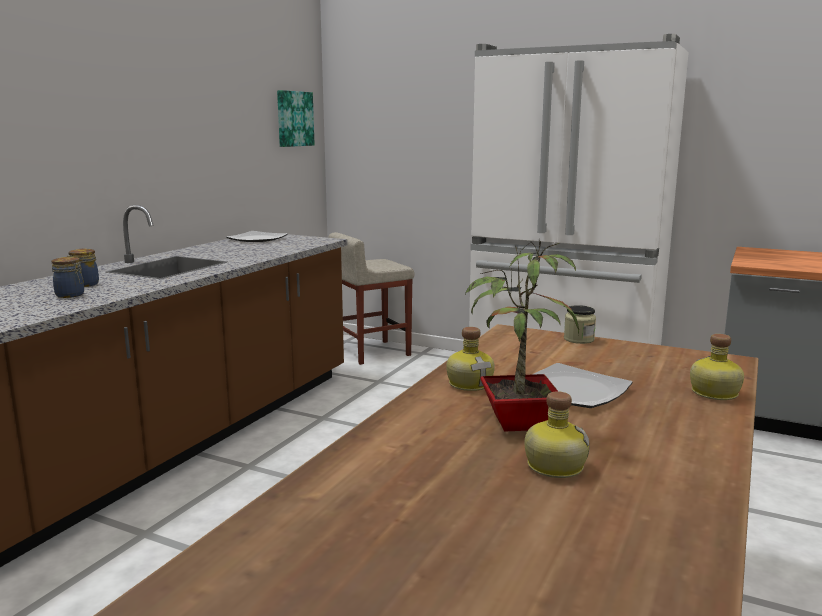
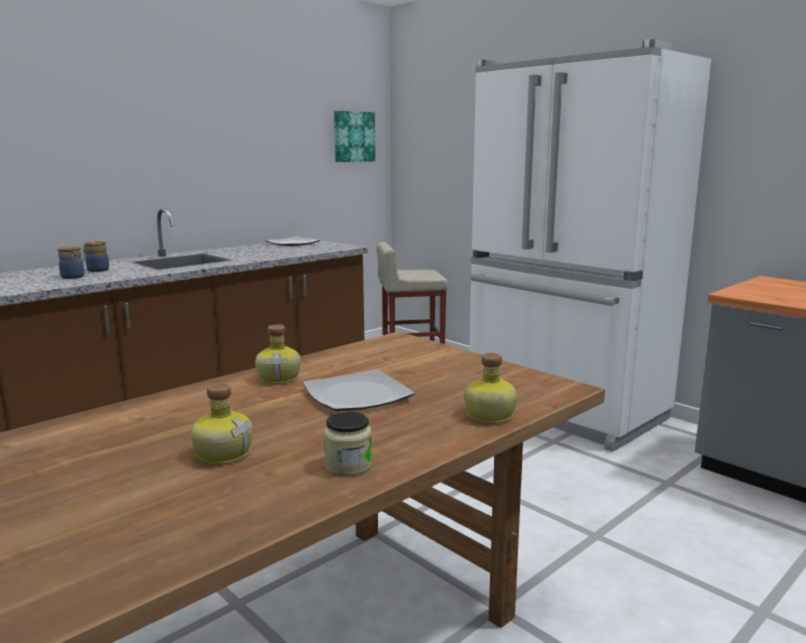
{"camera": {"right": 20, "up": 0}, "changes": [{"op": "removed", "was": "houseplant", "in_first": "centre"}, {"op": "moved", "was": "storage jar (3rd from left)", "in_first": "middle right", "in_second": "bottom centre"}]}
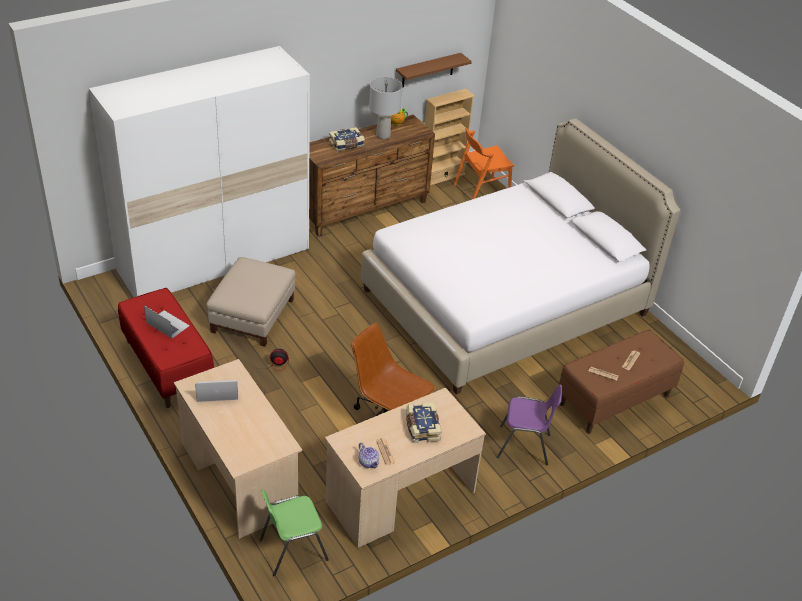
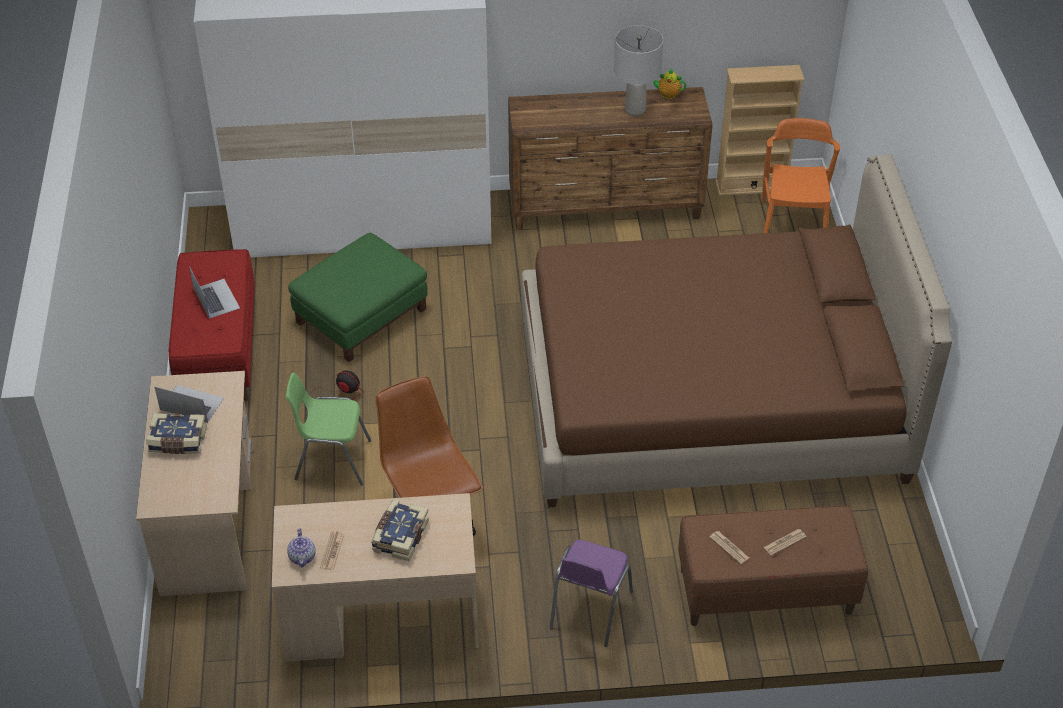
{"camera": {"right": 30, "up": 5}, "changes": [{"op": "removed", "was": "bracket shelf/brown", "in_first": "top centre"}, {"op": "moved", "was": "upright chair/green", "in_first": "bottom centre", "in_second": "middle left"}, {"op": "moved", "was": "volume (1st from left)", "in_first": "top centre", "in_second": "middle left"}, {"op": "recoloured", "was": "footrest/beige", "now": "footrest/green", "in_first": "middle left", "in_second": "centre"}, {"op": "recoloured", "was": "bed/whitish", "now": "bed/brown", "in_first": "centre", "in_second": "middle right"}, {"op": "turned", "was": "upright chair/orangey", "in_first": "top centre", "in_second": "top right", "clockwise": 90}, {"op": "turned", "was": "upright chair/purple", "in_first": "bottom centre", "in_second": "bottom centre", "clockwise": 75}]}
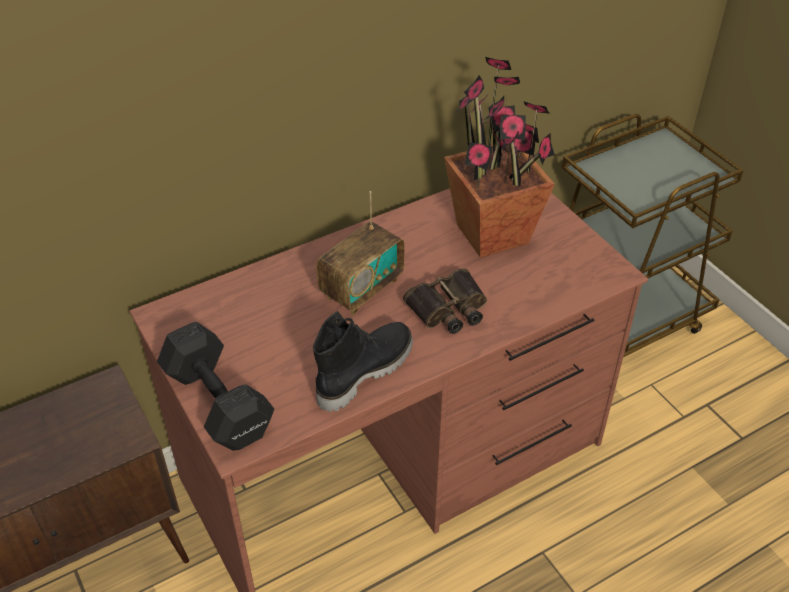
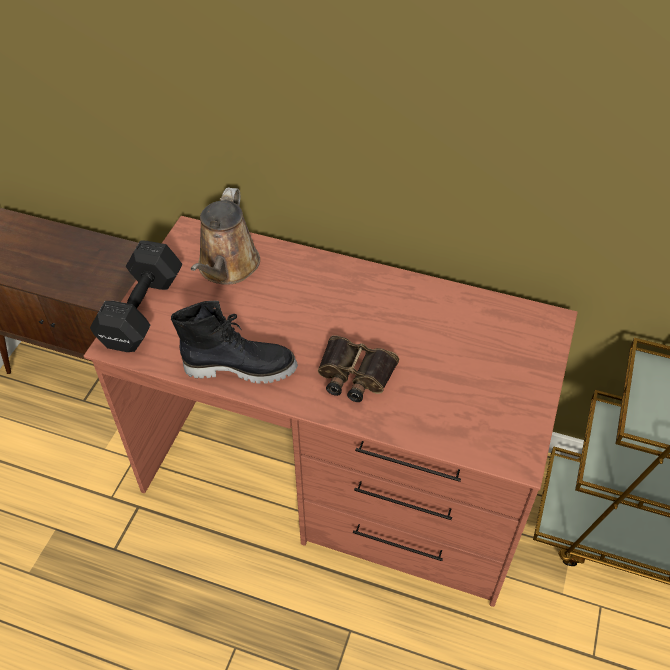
{"camera": {"right": 50, "up": 5}, "changes": [{"op": "removed", "was": "radio", "in_first": "centre"}, {"op": "removed", "was": "houseplant", "in_first": "top centre"}, {"op": "added", "now": "watering pot/brown", "in_second": "centre"}]}
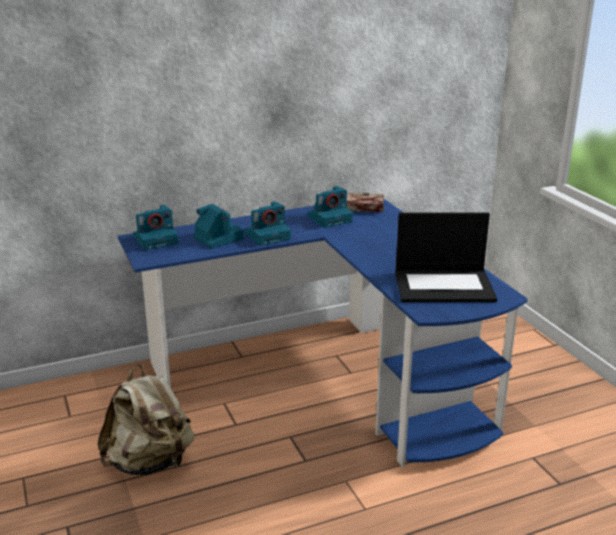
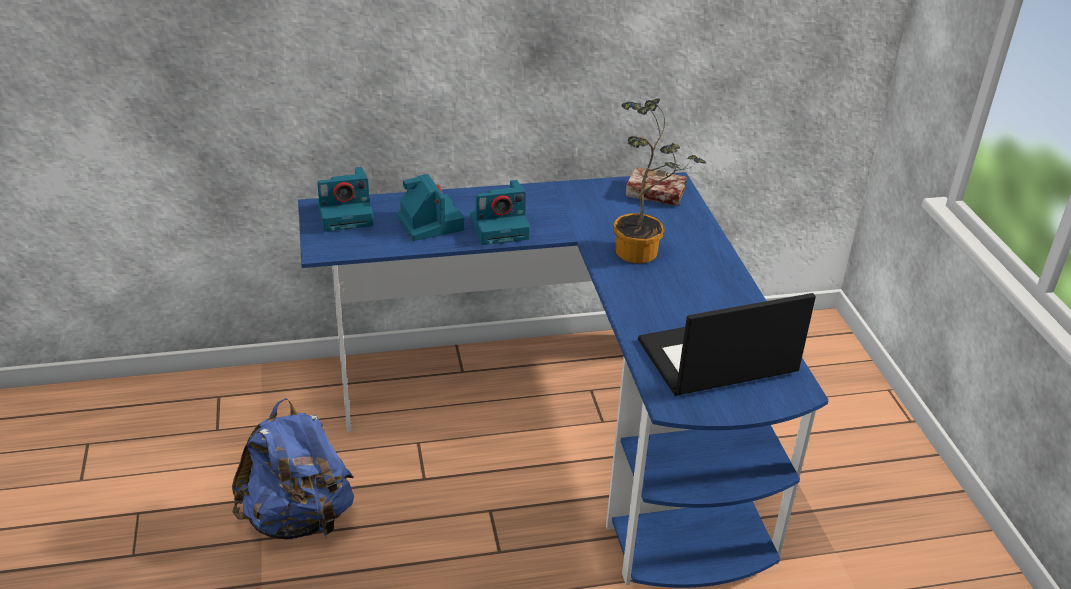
{"camera": {"right": 10, "up": 10}, "changes": [{"op": "removed", "was": "photo camera (4th from left)", "in_first": "centre"}, {"op": "added", "now": "houseplant", "in_second": "top centre"}, {"op": "recoloured", "was": "backpack/beige", "now": "backpack/blue", "in_first": "bottom left", "in_second": "bottom left"}, {"op": "turned", "was": "laptop", "in_first": "middle right", "in_second": "middle right", "clockwise": 150}]}
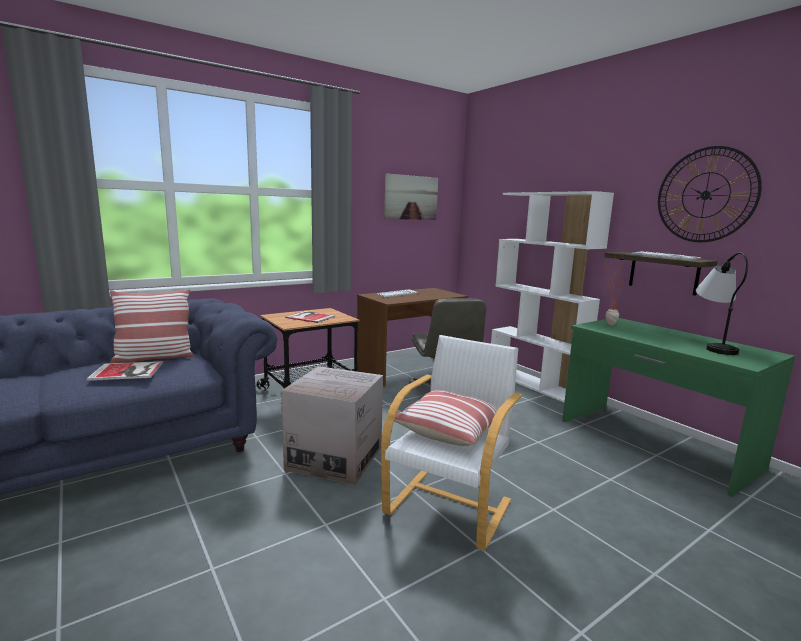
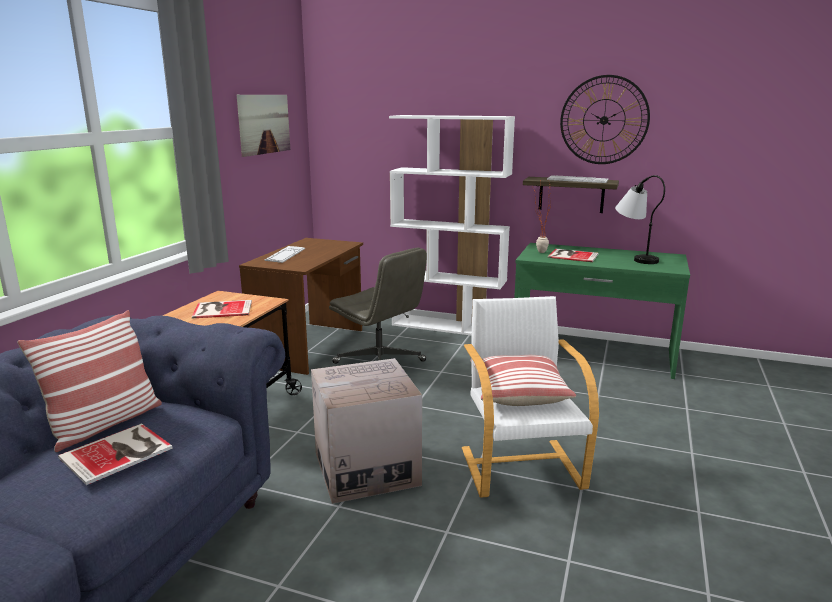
{"camera": {"right": -35, "up": 5}, "changes": [{"op": "added", "now": "volume (3rd from left)", "in_second": "middle right"}]}
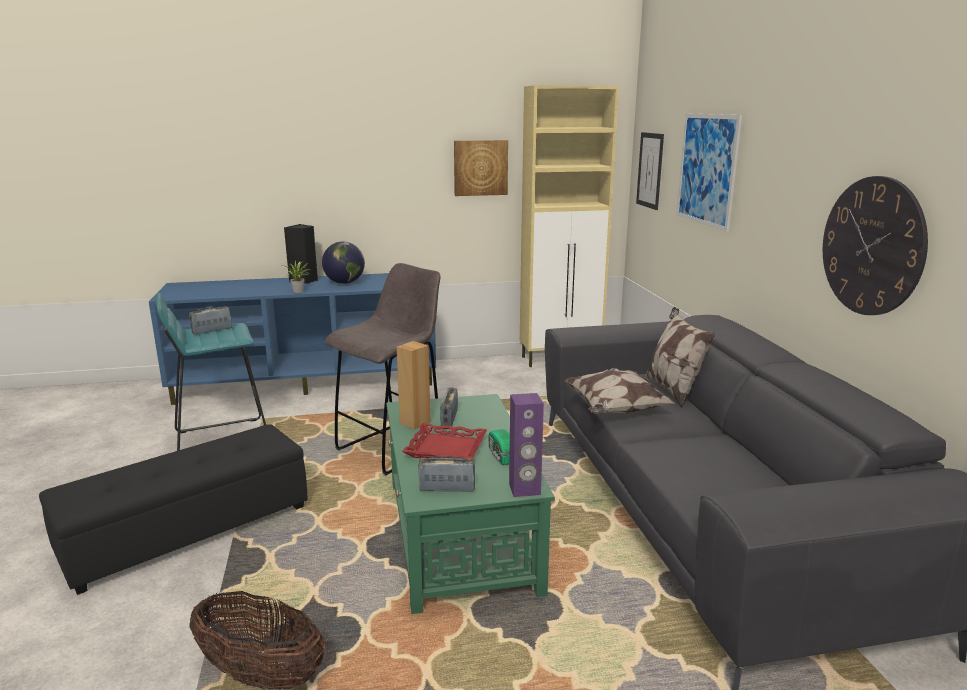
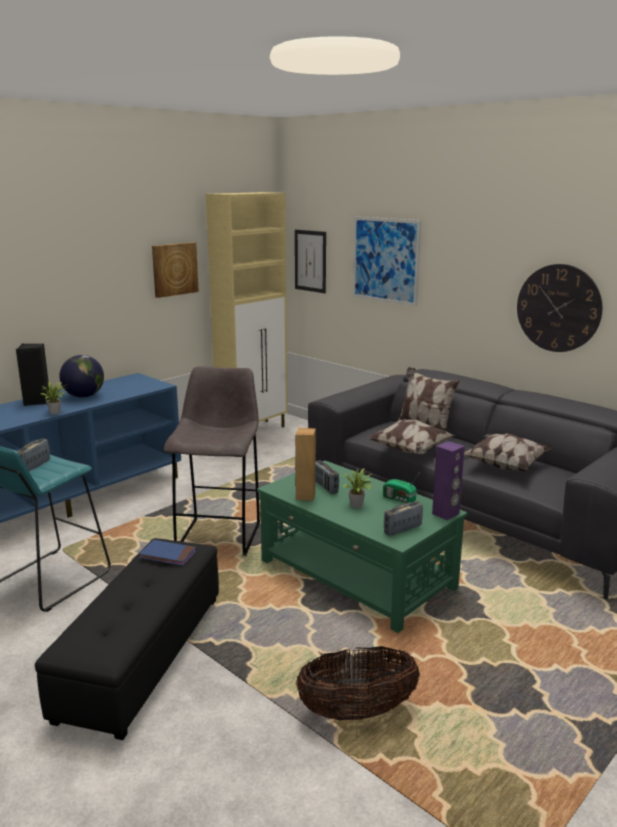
{"camera": {"right": -35, "up": 0}, "changes": [{"op": "added", "now": "volume/blue", "in_second": "bottom left"}, {"op": "added", "now": "throw pillow (3rd from left)", "in_second": "middle right"}, {"op": "replaced", "was": "carrying tray/reddish", "now": "houseplant (2nd from left)", "in_first": "centre", "in_second": "centre"}]}
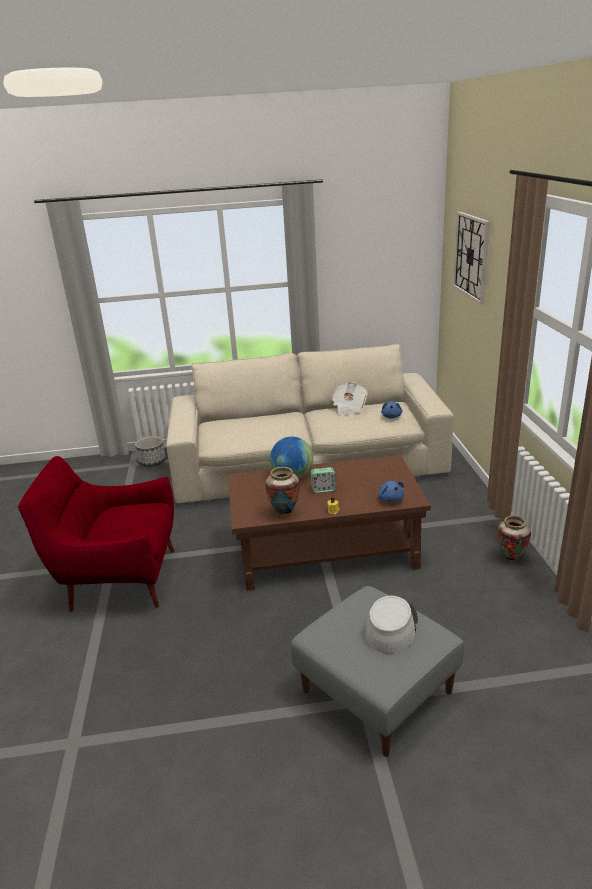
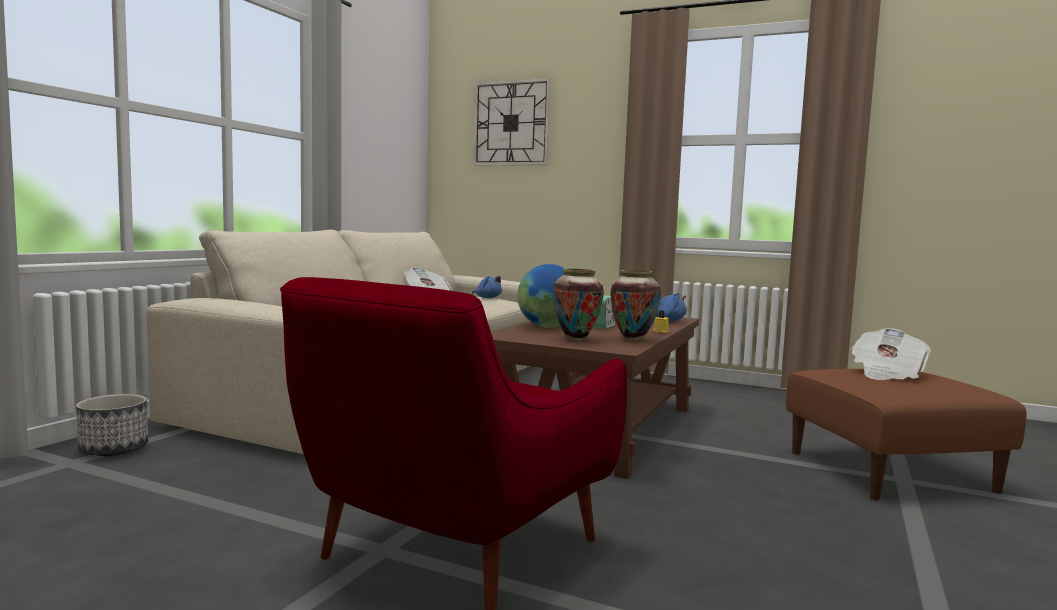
{"camera": {"right": -60, "up": -20}, "changes": [{"op": "moved", "was": "vase (2nd from left in the first image)", "now": "vase (1st from left)", "in_first": "middle right", "in_second": "centre"}, {"op": "replaced", "was": "hat/grey", "now": "daily paper (2nd from left)", "in_first": "bottom centre", "in_second": "middle right"}, {"op": "recoloured", "was": "footrest/grey", "now": "footrest/brown", "in_first": "bottom centre", "in_second": "bottom right"}]}
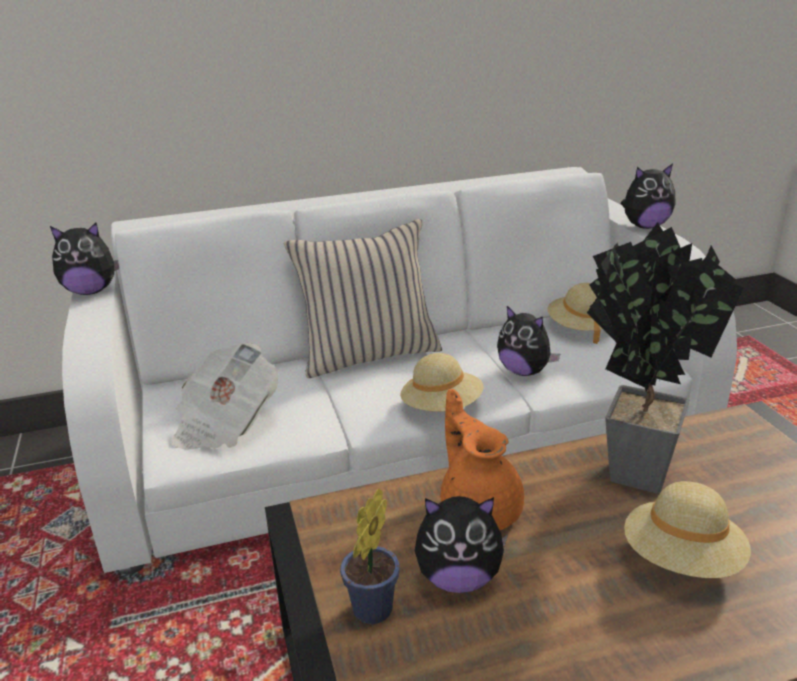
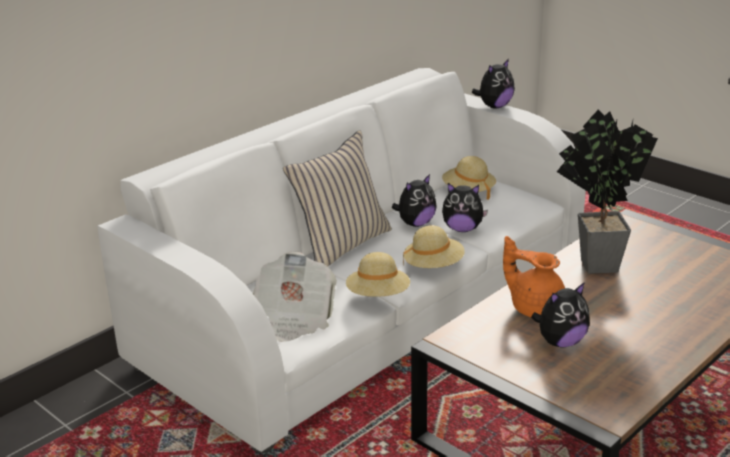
{"camera": {"right": -30, "up": 0}, "changes": [{"op": "removed", "was": "houseplant (1st from left)", "in_first": "bottom centre"}, {"op": "moved", "was": "plush toy (1st from left)", "in_first": "middle left", "in_second": "centre"}, {"op": "moved", "was": "hat/beige (3rd from left in the first image)", "now": "hat/beige (1st from left)", "in_first": "bottom right", "in_second": "centre"}]}
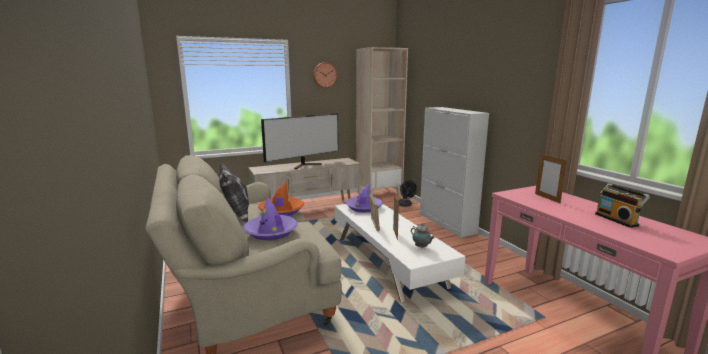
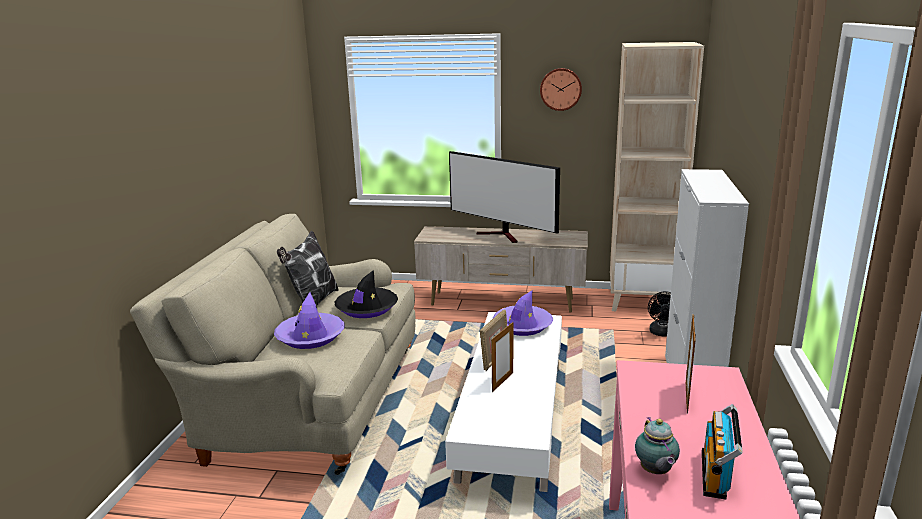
{"camera": {"right": 35, "up": 5}, "changes": [{"op": "moved", "was": "teapot", "in_first": "centre", "in_second": "bottom right"}, {"op": "recoloured", "was": "hat/orangey", "now": "hat/blackish", "in_first": "centre", "in_second": "centre"}, {"op": "turned", "was": "TV", "in_first": "centre", "in_second": "centre", "clockwise": 45}]}
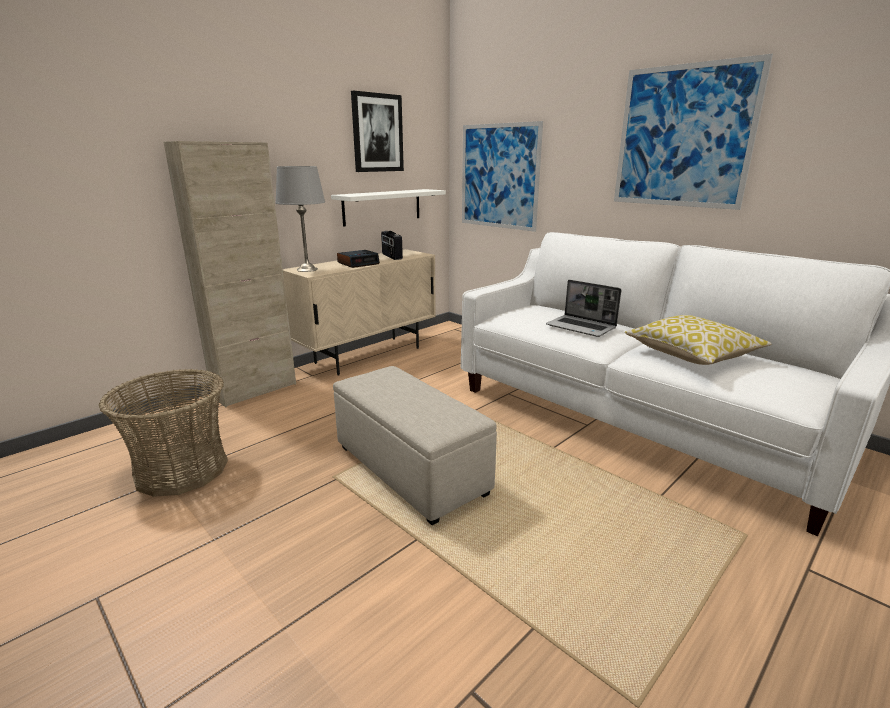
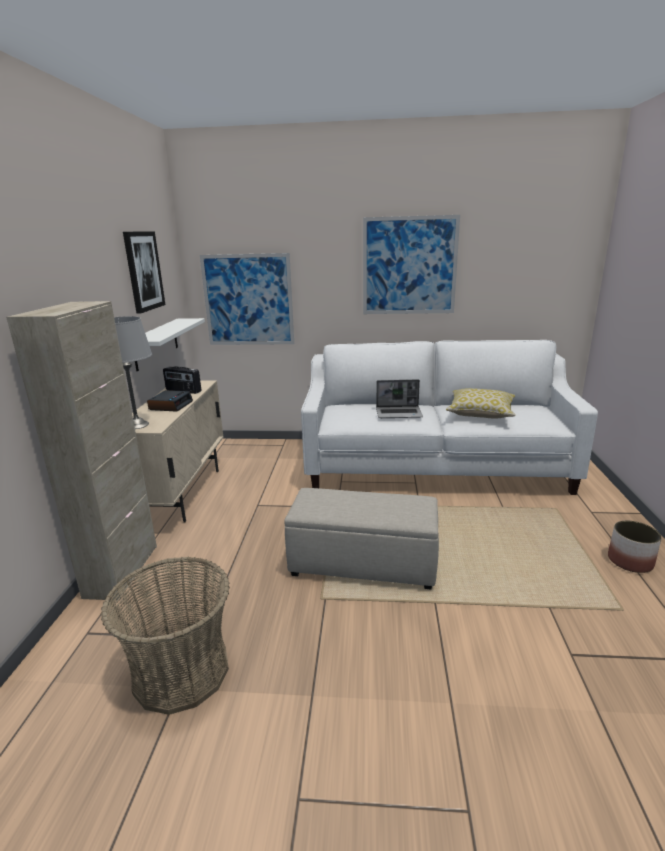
{"camera": {"right": -40, "up": 0}, "changes": [{"op": "added", "now": "planter", "in_second": "middle right"}]}
